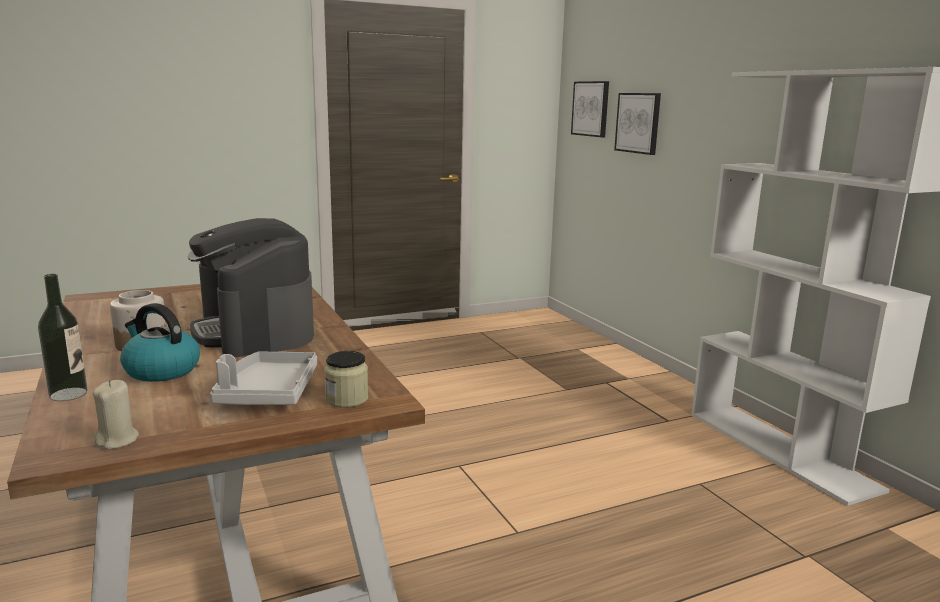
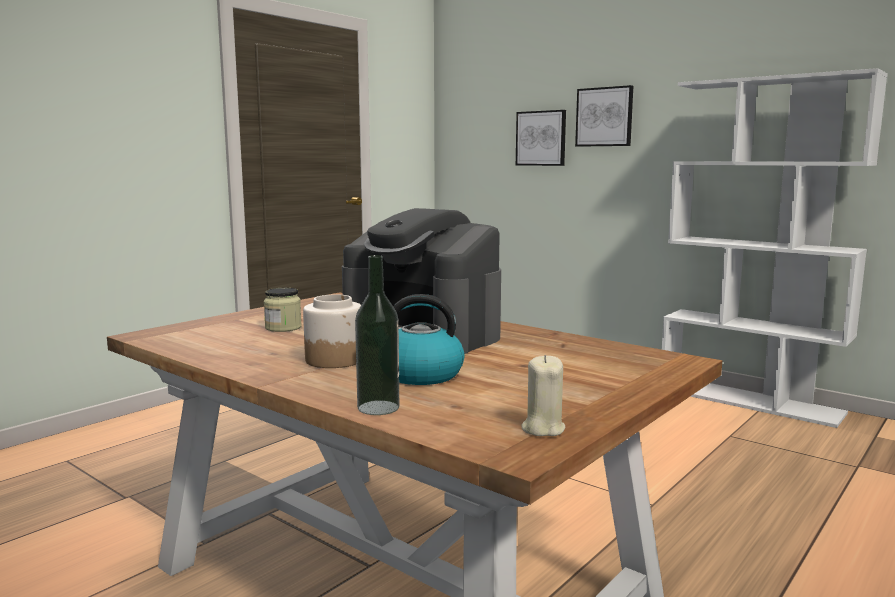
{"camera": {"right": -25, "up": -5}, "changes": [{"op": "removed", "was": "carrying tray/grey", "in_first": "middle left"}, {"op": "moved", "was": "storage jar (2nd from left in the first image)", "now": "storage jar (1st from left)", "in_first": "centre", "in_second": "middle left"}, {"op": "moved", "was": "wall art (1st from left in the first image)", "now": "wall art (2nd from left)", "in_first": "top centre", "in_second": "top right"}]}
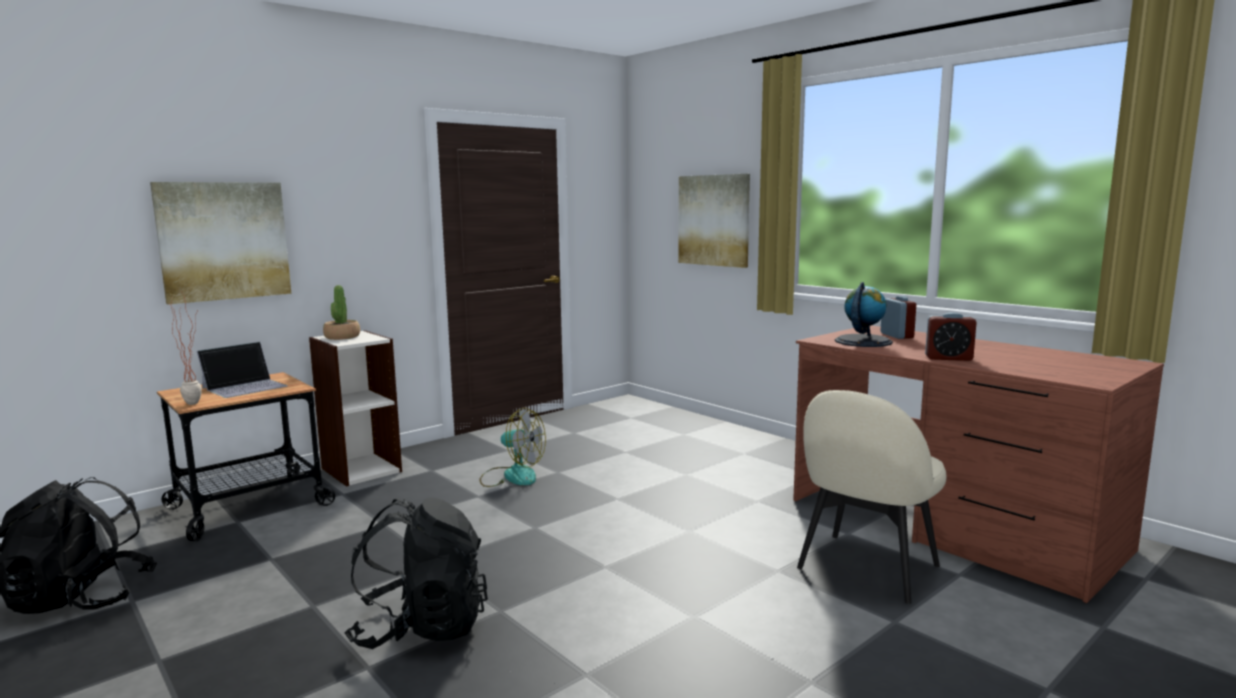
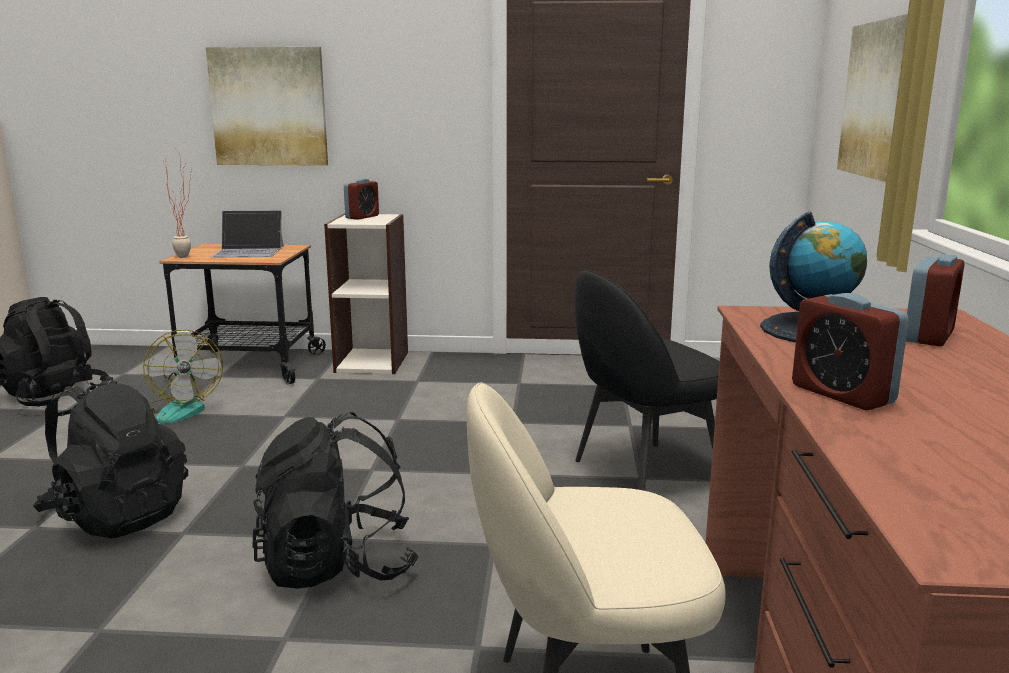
{"camera": {"right": 45, "up": 5}, "changes": [{"op": "added", "now": "backpack/blackish (3rd from left)", "in_second": "bottom left"}, {"op": "added", "now": "upright chair/blackish", "in_second": "centre"}, {"op": "moved", "was": "cooling fan", "in_first": "centre", "in_second": "middle left"}, {"op": "replaced", "was": "houseplant (2nd from left)", "now": "table clock (1st from left)", "in_first": "middle left", "in_second": "top centre"}]}
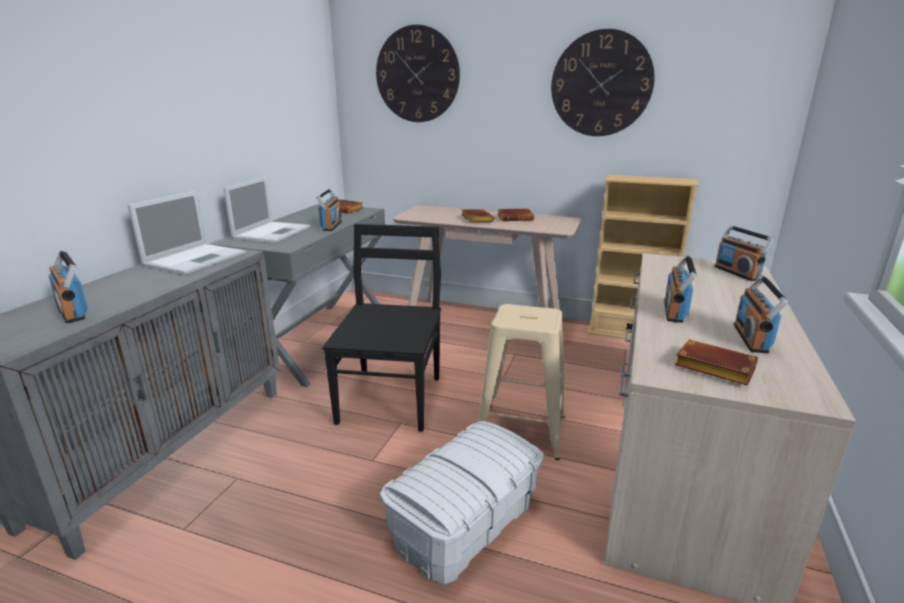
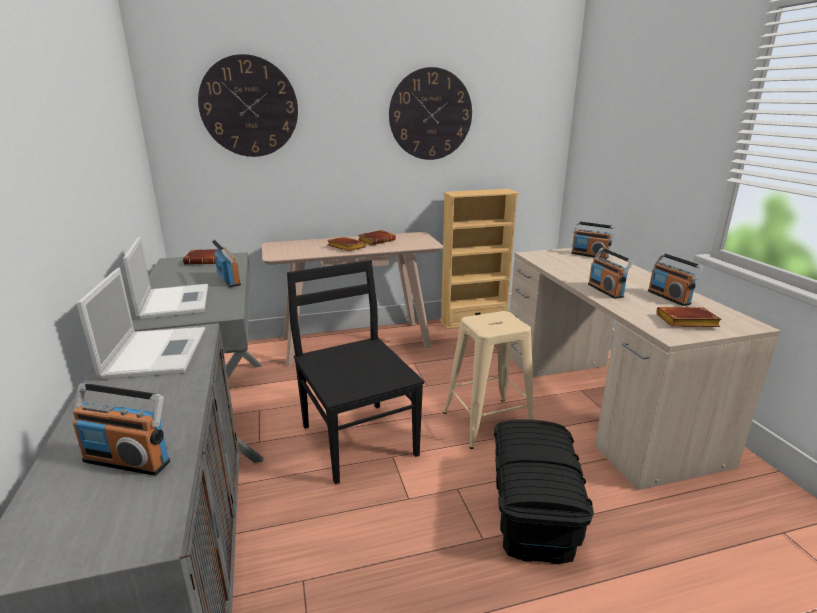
{"camera": {"right": -35, "up": 0}, "changes": [{"op": "recoloured", "was": "storage bin/whitish", "now": "storage bin/blackish", "in_first": "bottom centre", "in_second": "bottom centre"}]}
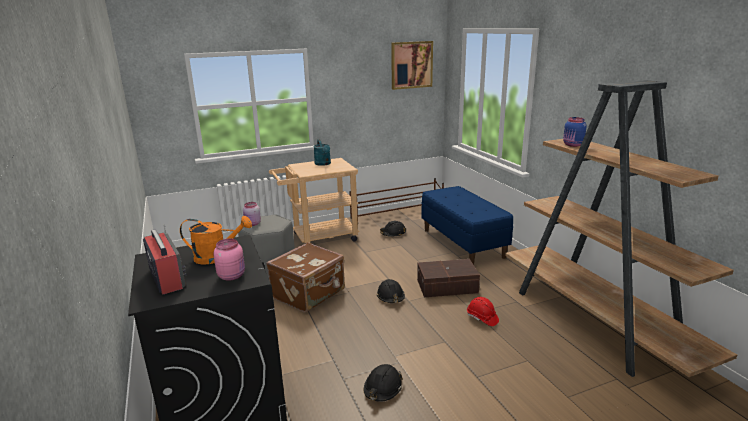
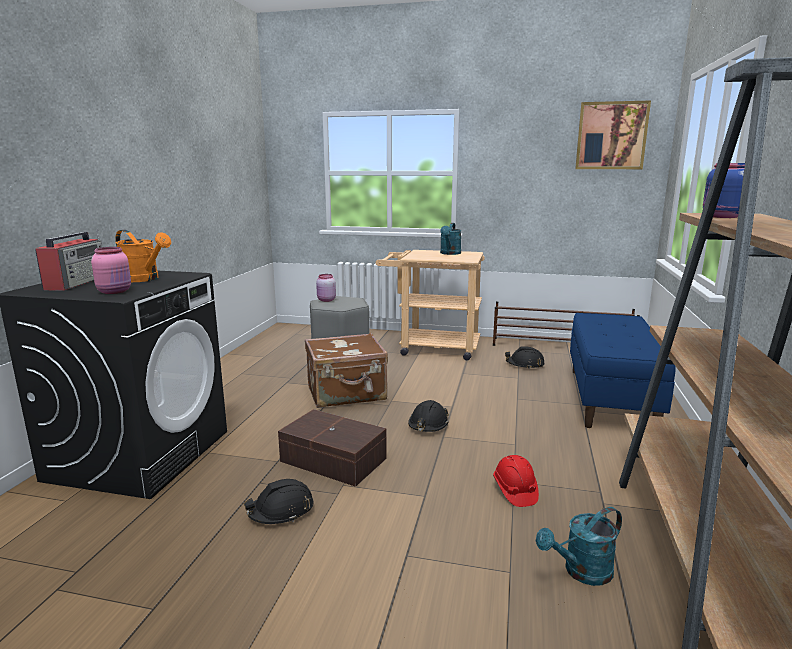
{"camera": {"right": 35, "up": -5}, "changes": [{"op": "added", "now": "watering pot/turquoise (2nd from left)", "in_second": "bottom right"}, {"op": "moved", "was": "storage bin/brown", "in_first": "centre", "in_second": "bottom centre"}]}
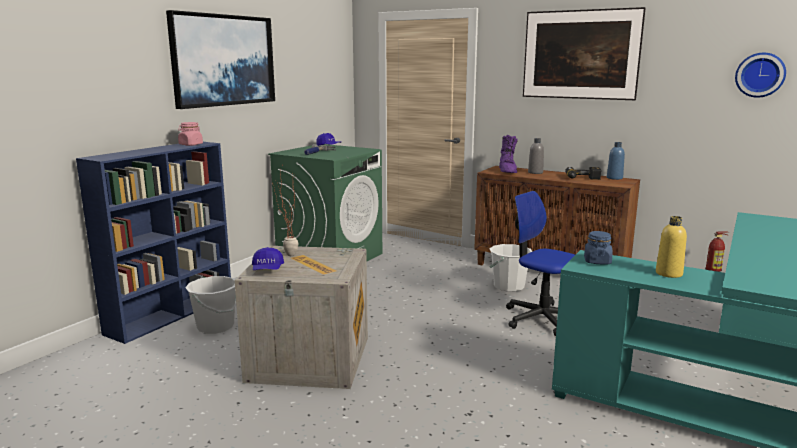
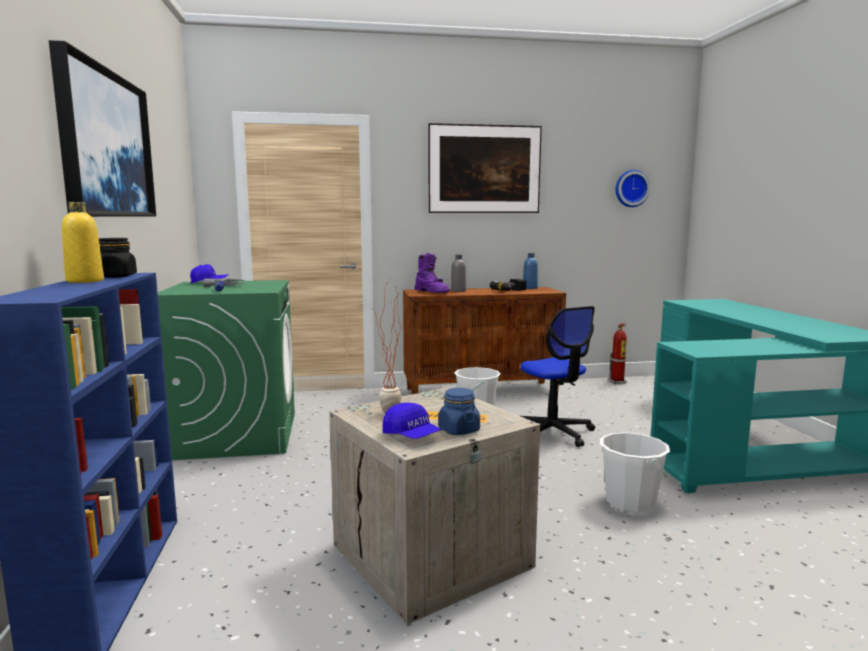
{"camera": {"right": -40, "up": -5}, "changes": [{"op": "moved", "was": "bucket/whitish (1st from left in the first image)", "now": "bucket/whitish (2nd from left)", "in_first": "bottom left", "in_second": "bottom right"}, {"op": "moved", "was": "storage jar/blue", "in_first": "middle right", "in_second": "centre"}, {"op": "moved", "was": "bottle/yellow-coloured", "in_first": "middle right", "in_second": "middle left"}, {"op": "recoloured", "was": "storage jar/pinkish", "now": "storage jar/blackish", "in_first": "top left", "in_second": "middle left"}, {"op": "turned", "was": "office chair", "in_first": "middle right", "in_second": "centre", "clockwise": -120}]}
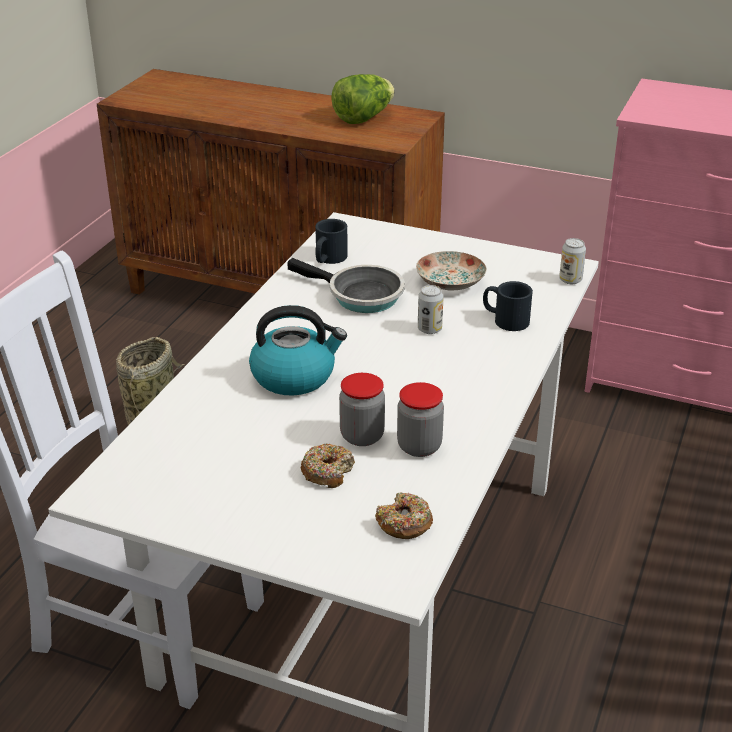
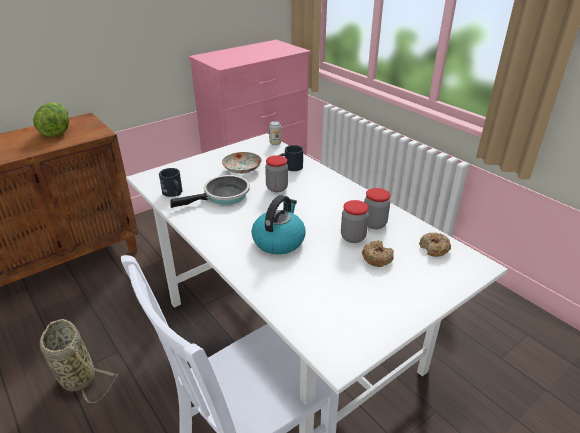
{"camera": {"right": -60, "up": 0}, "changes": [{"op": "replaced", "was": "metal can (1st from left)", "now": "storage jar (1st from left)", "in_first": "centre", "in_second": "centre"}]}
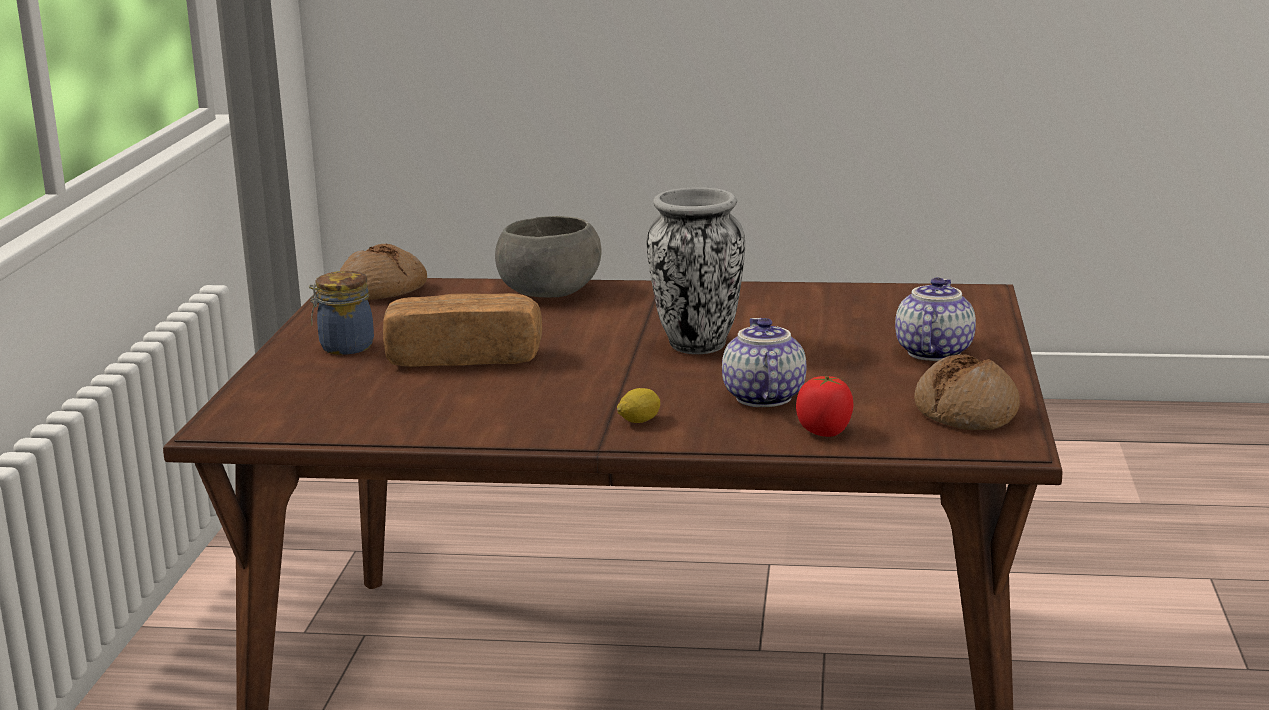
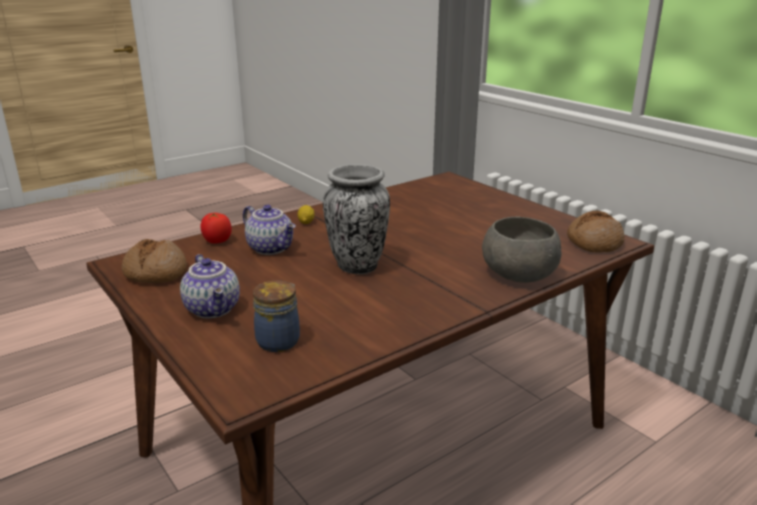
{"camera": {"right": 135, "up": 5}, "changes": [{"op": "removed", "was": "bakery bread (2nd from left)", "in_first": "centre"}, {"op": "moved", "was": "storage jar", "in_first": "middle left", "in_second": "centre"}]}
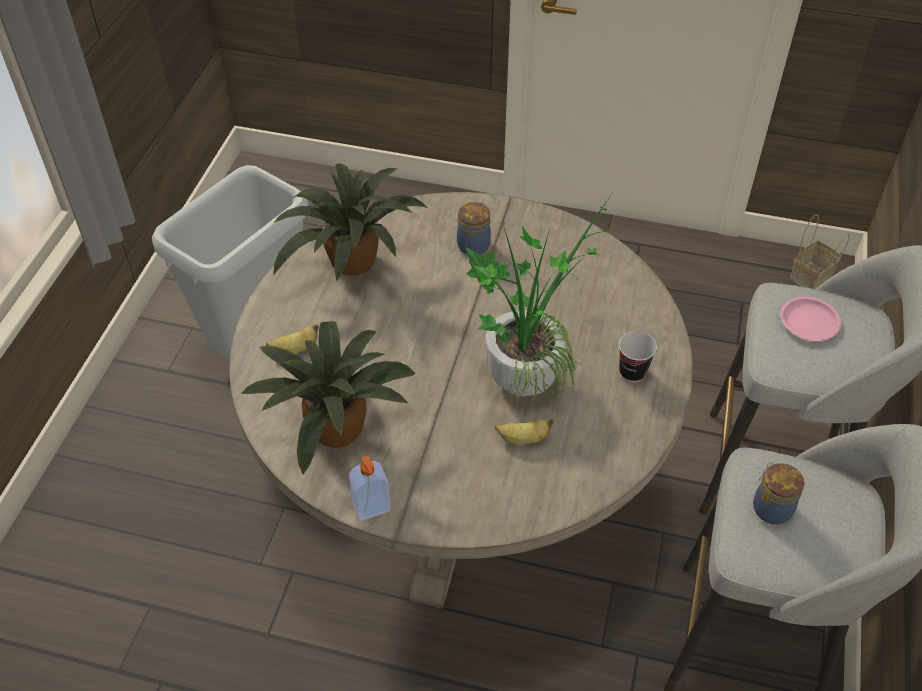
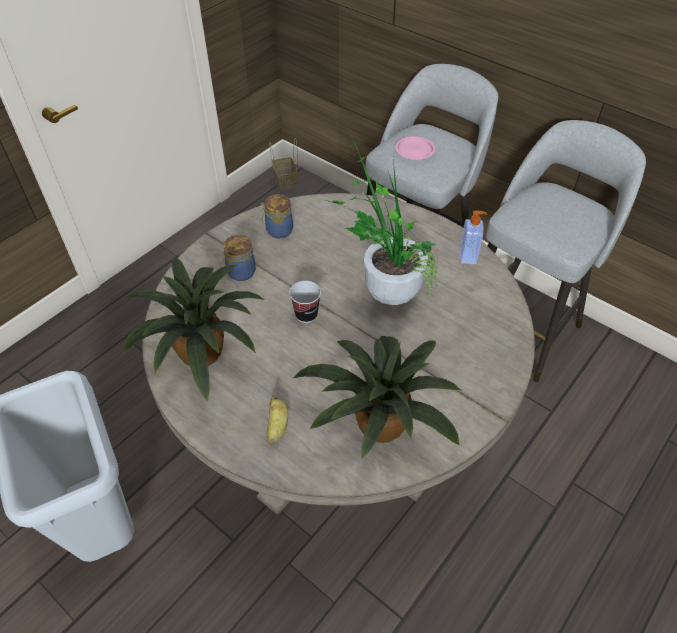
{"camera": {"right": -65, "up": 0}, "changes": [{"op": "removed", "was": "banana fruit (2nd from left)", "in_first": "centre"}, {"op": "moved", "was": "soap bottle", "in_first": "bottom centre", "in_second": "middle right"}, {"op": "moved", "was": "drinking cup", "in_first": "middle right", "in_second": "centre"}, {"op": "moved", "was": "storage jar (2nd from left)", "in_first": "bottom right", "in_second": "centre"}]}
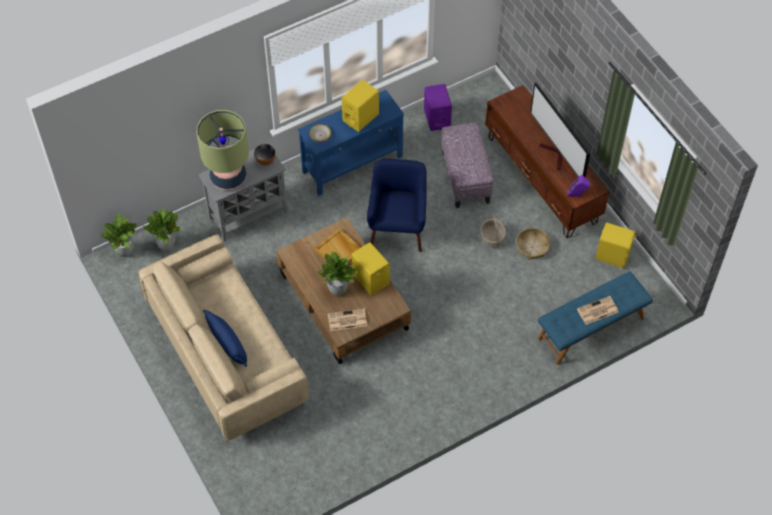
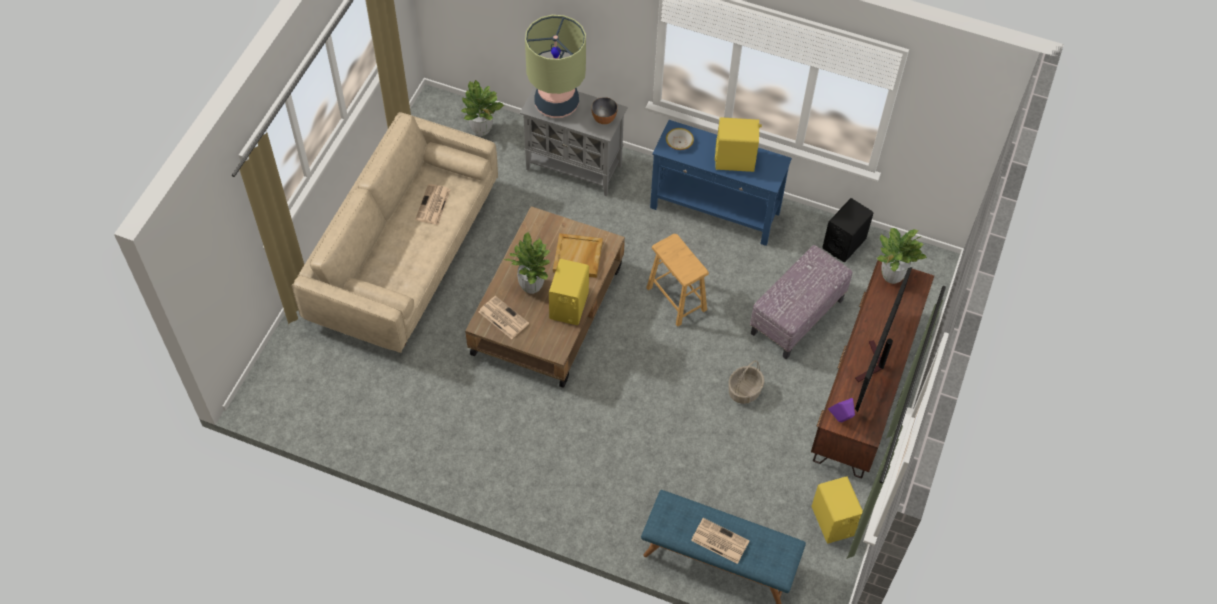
{"camera": {"right": 50, "up": 0}, "changes": [{"op": "removed", "was": "throw pillow/blue", "in_first": "middle left"}, {"op": "removed", "was": "household basket (2nd from left)", "in_first": "middle right"}, {"op": "added", "now": "daily paper (1st from left)", "in_second": "centre"}, {"op": "moved", "was": "houseplant (1st from left in the first image)", "now": "houseplant (3rd from left)", "in_first": "middle left", "in_second": "middle right"}, {"op": "replaced", "was": "easy chair/blue", "now": "stool seat/brown", "in_first": "centre", "in_second": "centre"}, {"op": "recoloured", "was": "speaker/purple (1st from left)", "now": "speaker/blackish", "in_first": "top centre", "in_second": "middle right"}]}
